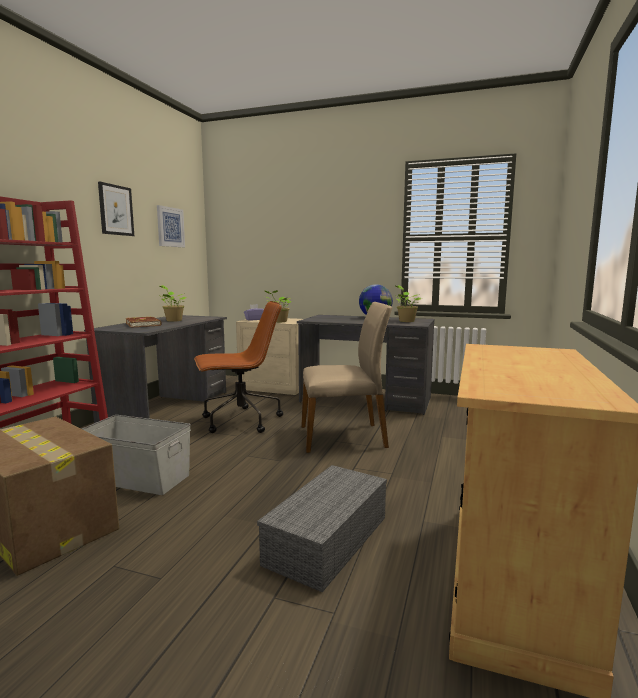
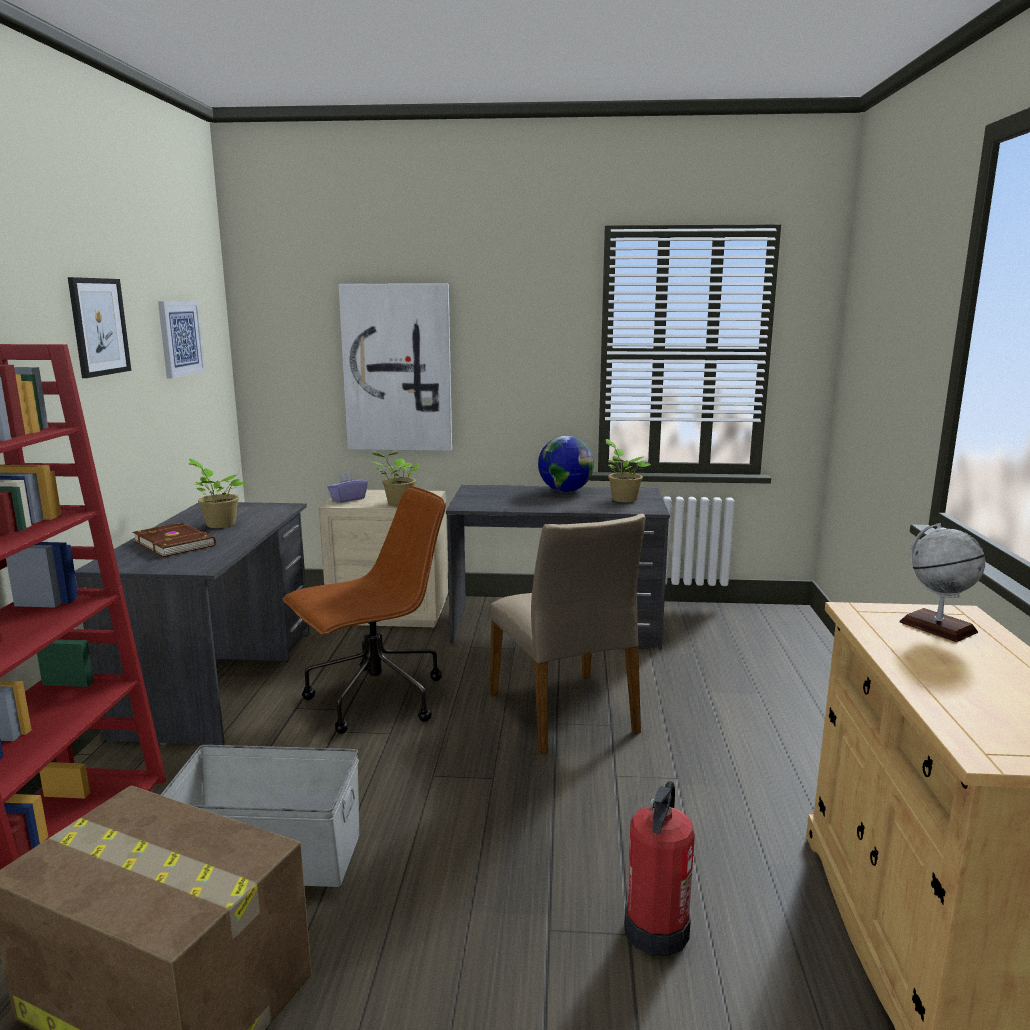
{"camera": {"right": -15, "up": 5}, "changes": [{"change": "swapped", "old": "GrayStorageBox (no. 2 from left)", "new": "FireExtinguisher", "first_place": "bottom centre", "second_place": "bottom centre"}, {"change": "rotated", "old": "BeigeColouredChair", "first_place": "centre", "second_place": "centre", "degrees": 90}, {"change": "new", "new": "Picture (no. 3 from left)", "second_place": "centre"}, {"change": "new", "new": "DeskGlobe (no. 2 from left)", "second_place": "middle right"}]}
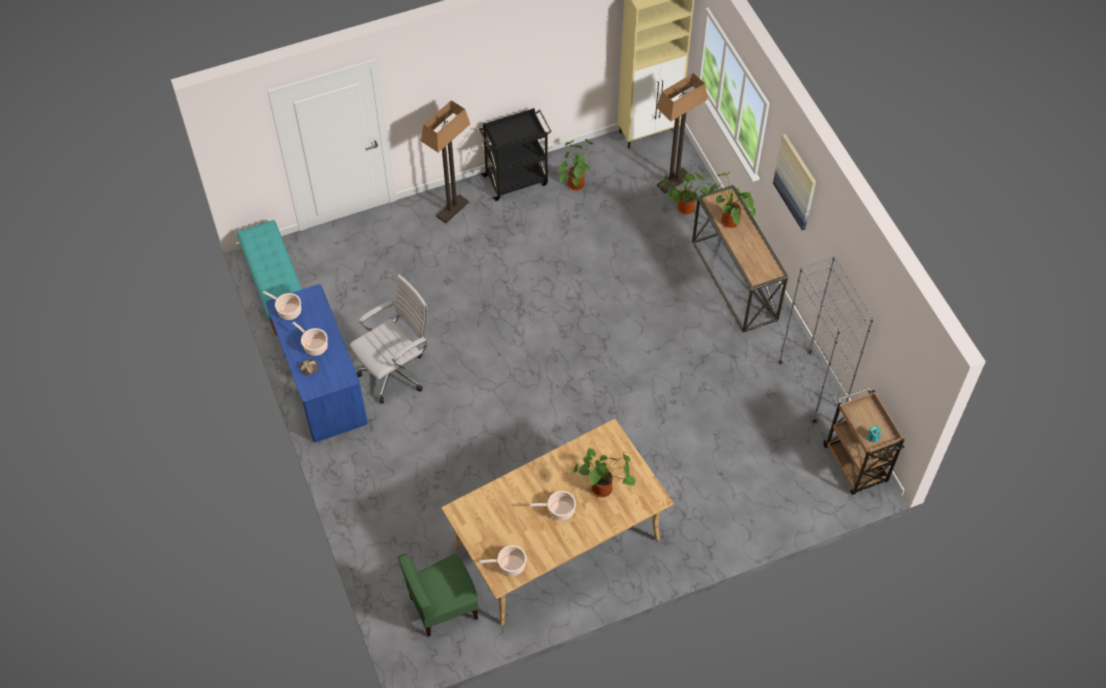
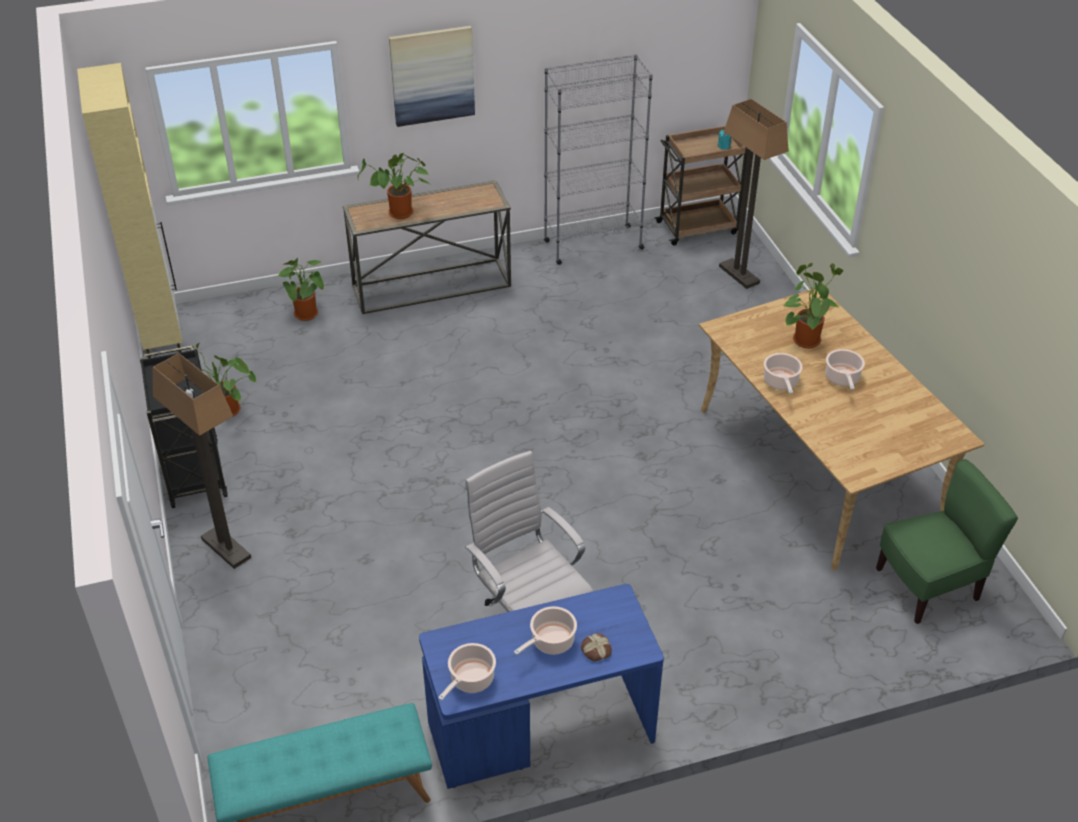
{"camera": {"right": -85, "up": -15}, "changes": [{"change": "rotated", "old": "GreenChair", "first_place": "bottom centre", "second_place": "middle right", "degrees": -90}, {"change": "shifted", "old": "Stockpot (no. 3 from left)", "first_place": "bottom centre", "second_place": "middle right"}, {"change": "shifted", "old": "StandardLamp (no. 2 from left)", "first_place": "top centre", "second_place": "top right"}]}
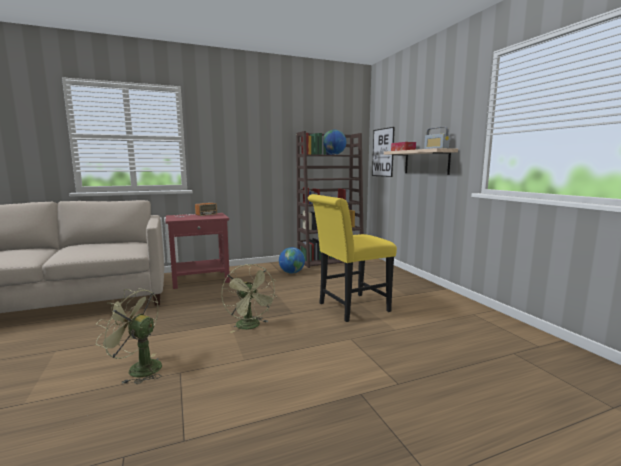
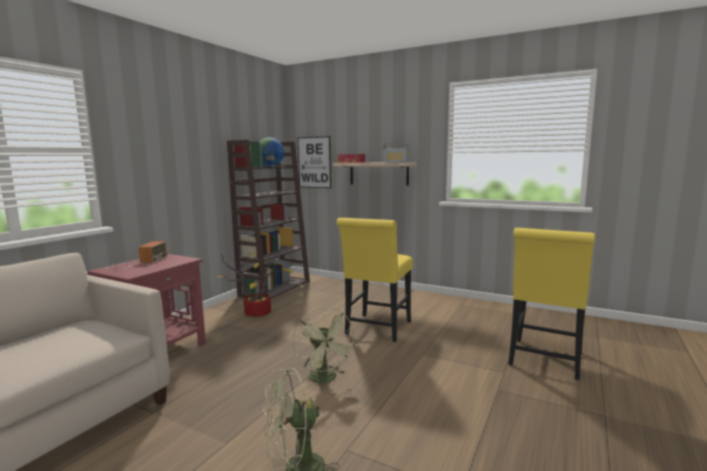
{"camera": {"right": -40, "up": 0}, "changes": [{"change": "rotated", "old": "GreenFan (no. 2 from left)", "first_place": "centre", "second_place": "bottom centre", "degrees": 45}, {"change": "swapped", "old": "DeskGlobe (no. 1 from left)", "new": "PottedPlant", "first_place": "centre", "second_place": "centre"}, {"change": "new", "new": "YellowChair (no. 2 from left)", "second_place": "middle right"}]}
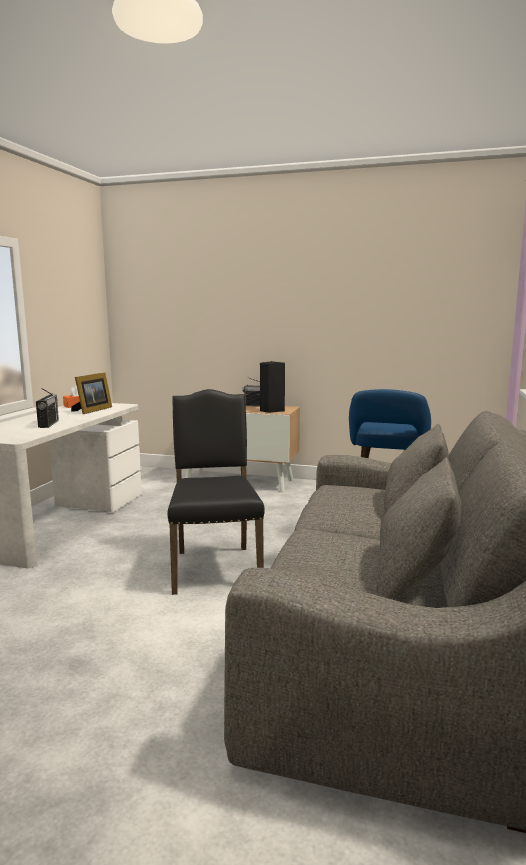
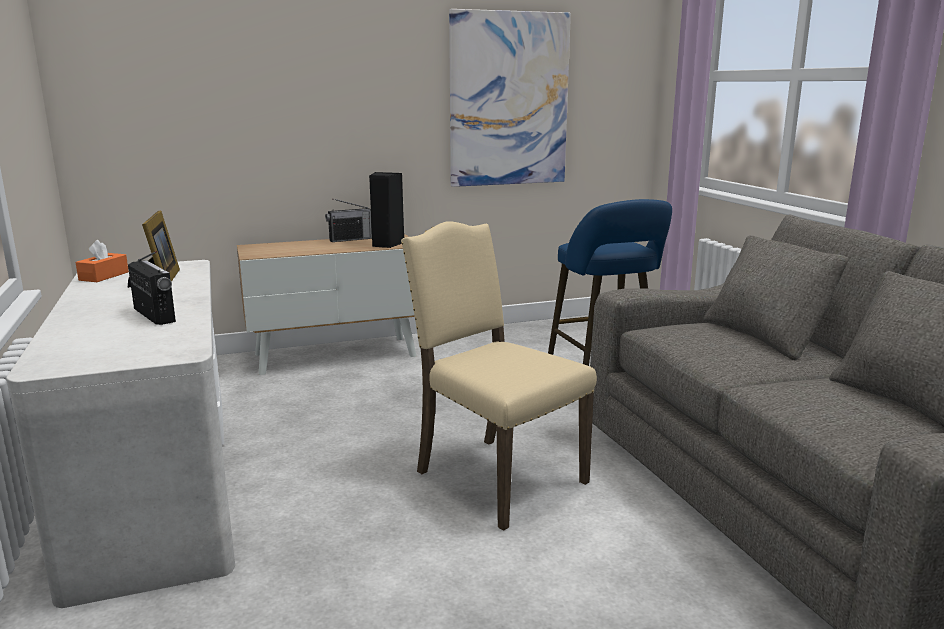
{"camera": {"right": -35, "up": 5}, "changes": [{"change": "repainted", "old": "BlackColouredChair", "new": "BeigeColouredChair", "first_place": "centre", "second_place": "centre"}, {"change": "new", "new": "Picture", "second_place": "top centre"}]}
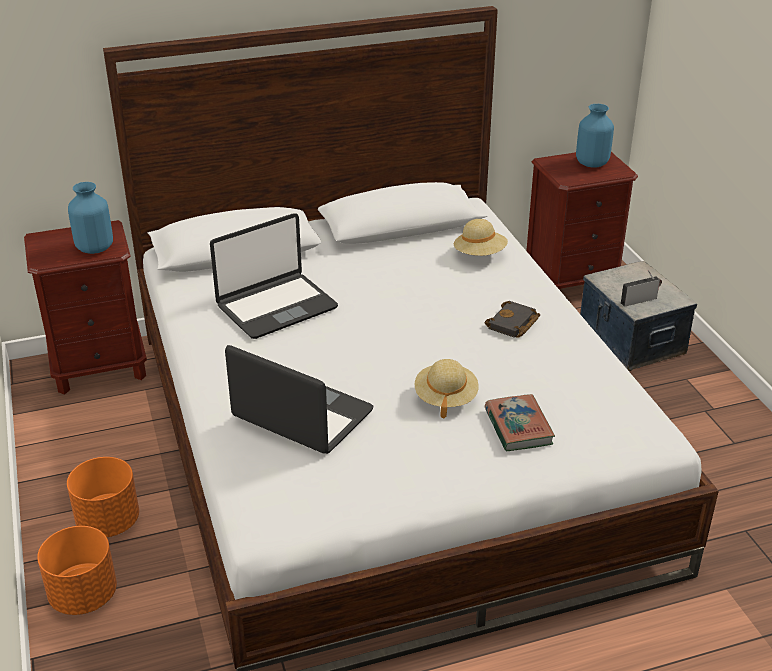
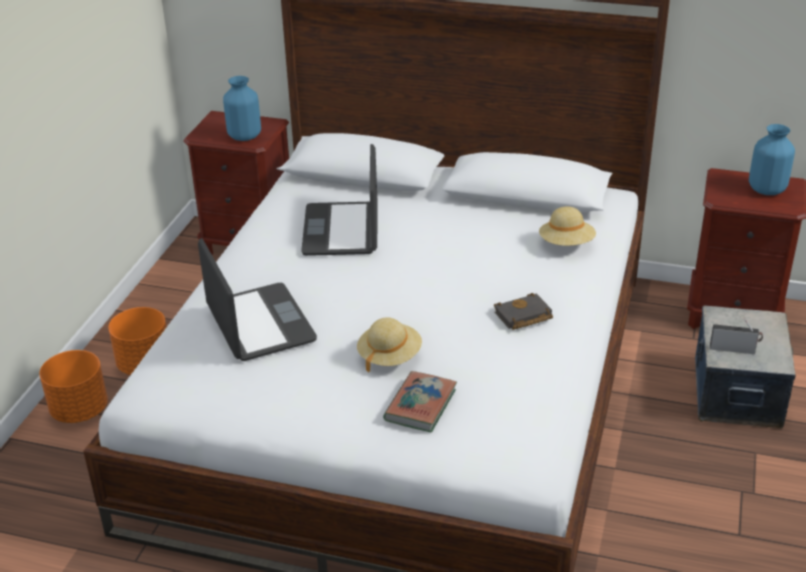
{"camera": {"right": 35, "up": 0}, "changes": [{"change": "rotated", "old": "PortableComputer (no. 1 from left in the first image)", "first_place": "centre", "second_place": "centre", "degrees": 90}]}
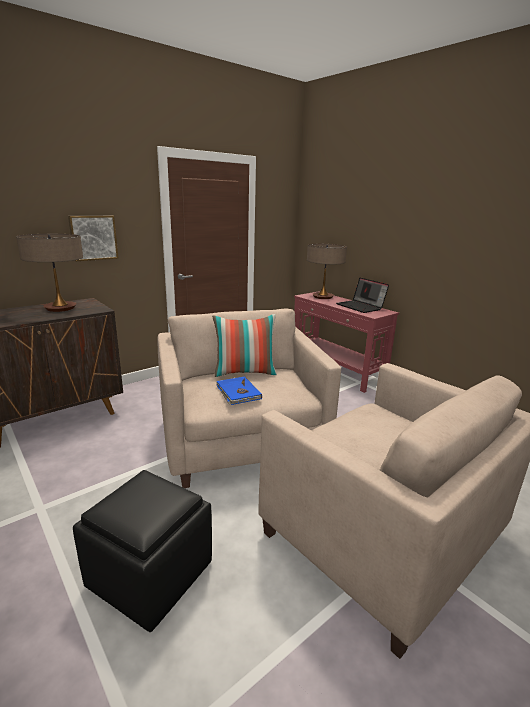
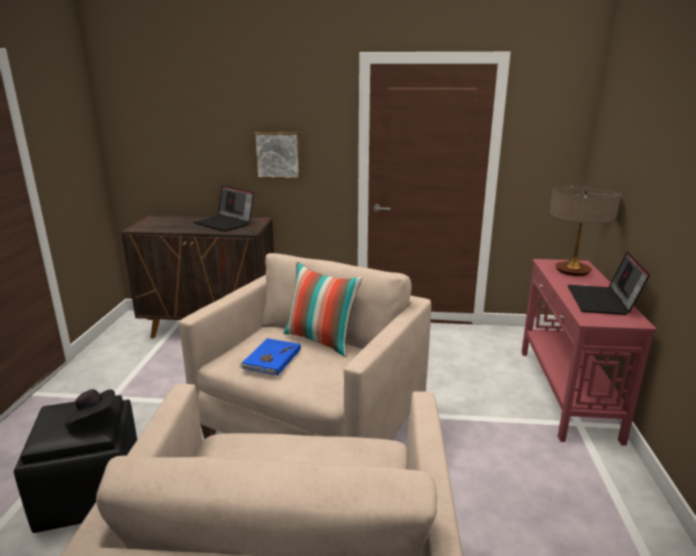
{"camera": {"right": 45, "up": 0}, "changes": [{"change": "swapped", "old": "LampForATable (no. 1 from left)", "new": "PortableComputer (no. 1 from left)", "first_place": "middle left", "second_place": "middle left"}, {"change": "new", "new": "BlackColouredWearableHat", "second_place": "bottom left"}]}
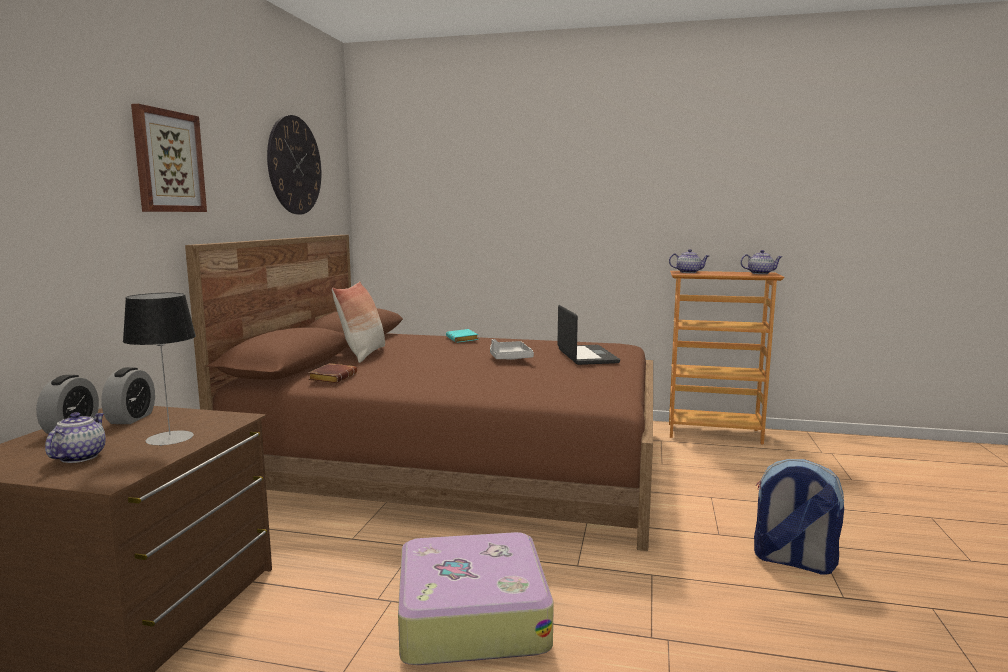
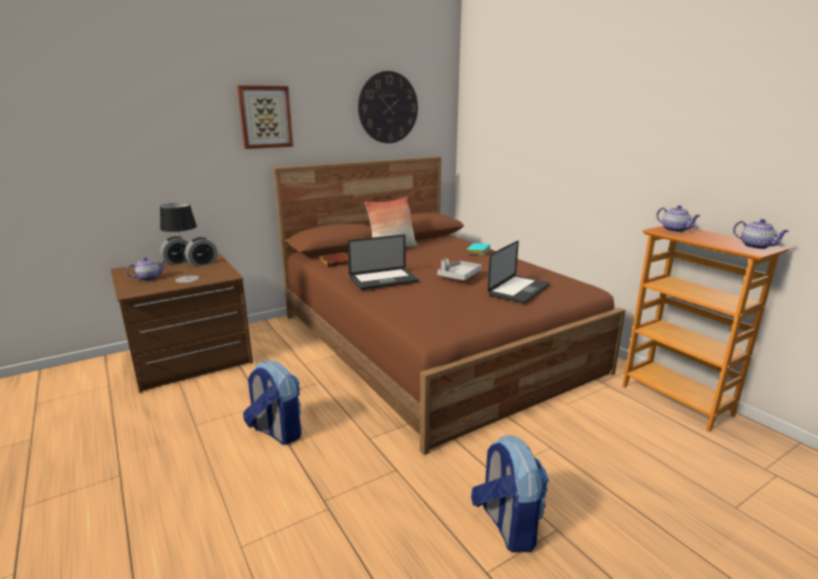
{"camera": {"right": 45, "up": 10}, "changes": [{"change": "swapped", "old": "TravelCase", "new": "Knapsack (no. 1 from left)", "first_place": "bottom centre", "second_place": "bottom left"}, {"change": "new", "new": "PortableComputer (no. 1 from left)", "second_place": "centre"}]}
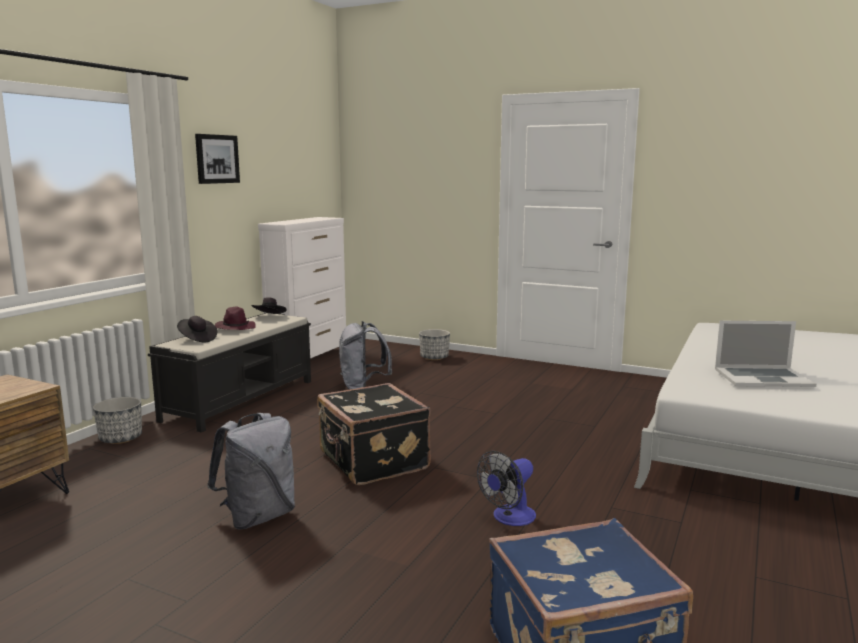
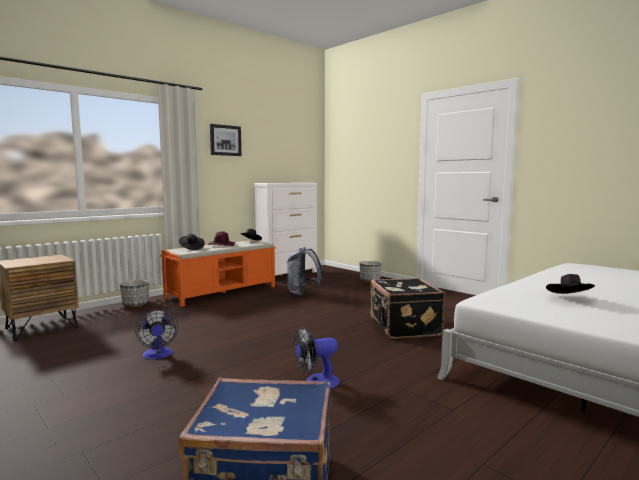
{"camera": {"right": 20, "up": -5}, "changes": [{"change": "repainted", "old": "BlackColouredLongSeat", "new": "OrangeyLongSeat", "first_place": "middle left", "second_place": "centre"}, {"change": "swapped", "old": "GrayKnapsack (no. 1 from left)", "new": "Fan (no. 1 from left)", "first_place": "bottom left", "second_place": "bottom left"}, {"change": "shifted", "old": "BlackColouredTravelCase", "first_place": "bottom centre", "second_place": "centre"}, {"change": "swapped", "old": "PortableComputer", "new": "BlackColouredWearableHat (no. 3 from left)", "first_place": "middle right", "second_place": "middle right"}]}
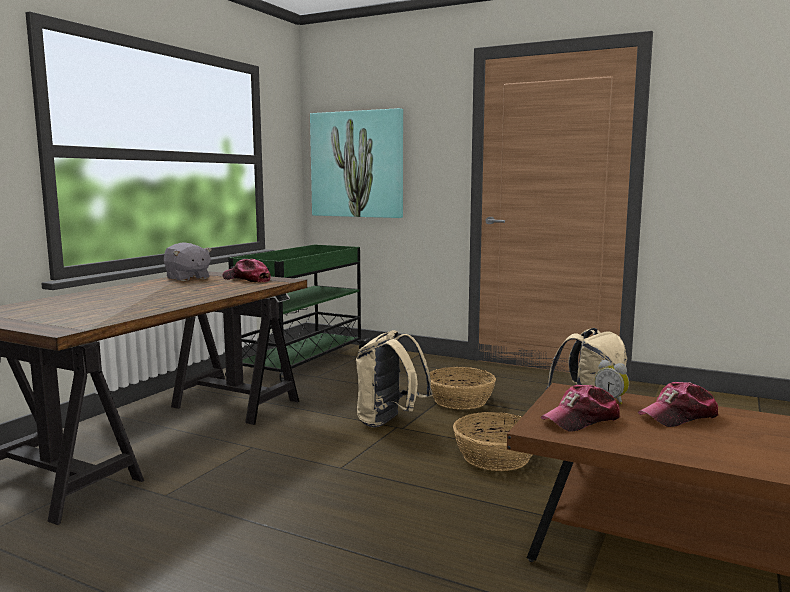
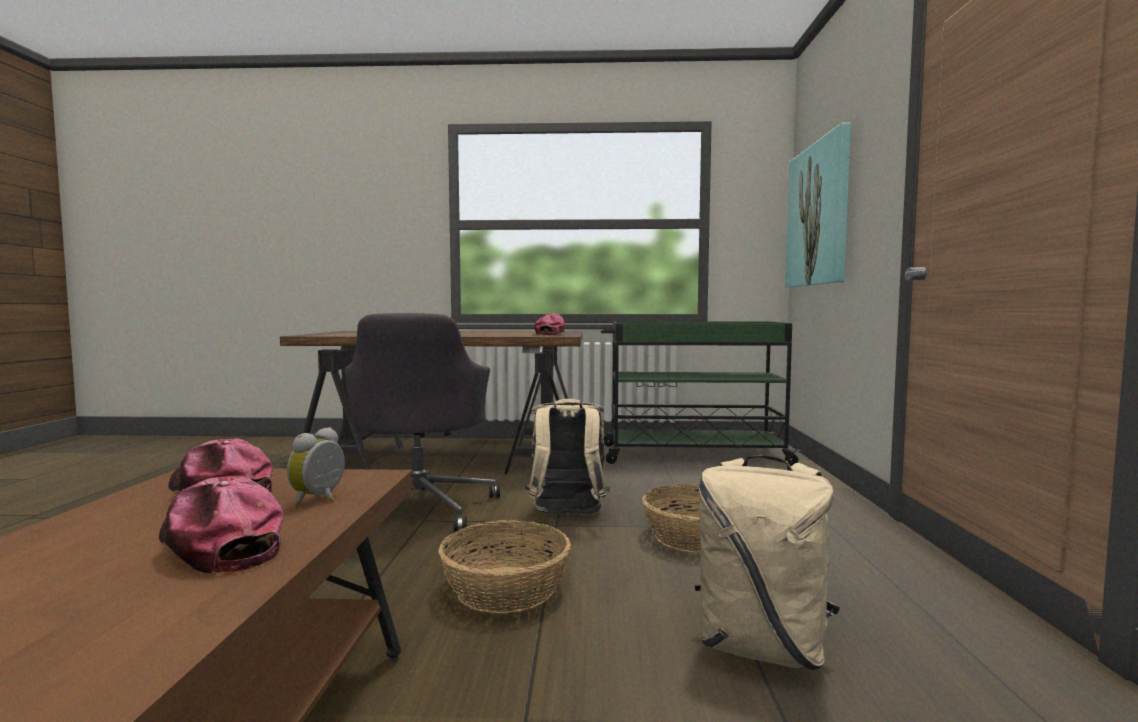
{"camera": {"right": 65, "up": -5}, "changes": [{"change": "gone", "old": "GraySoftToy", "first_place": "middle left"}, {"change": "new", "new": "GrayDeskChair", "second_place": "centre"}]}
